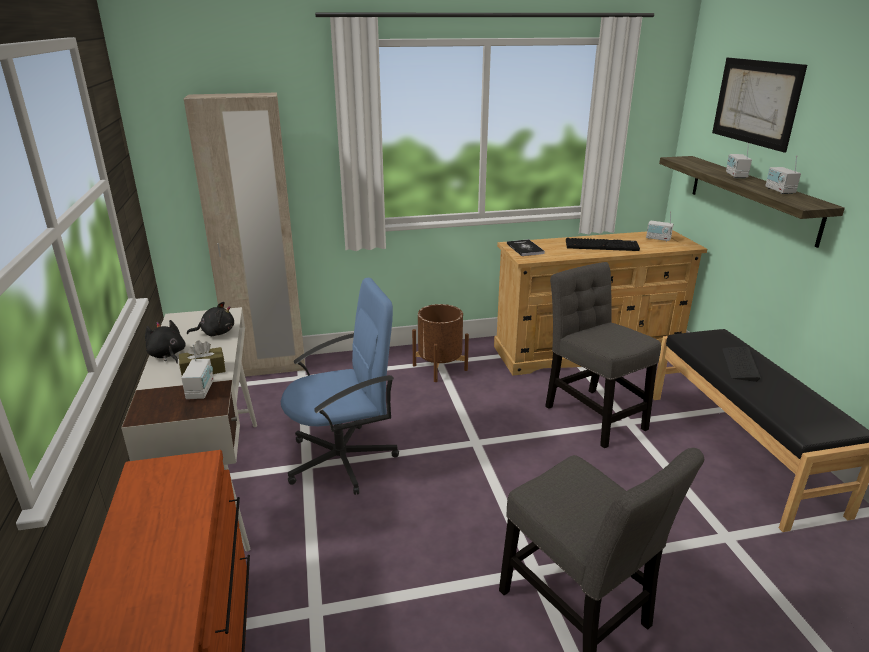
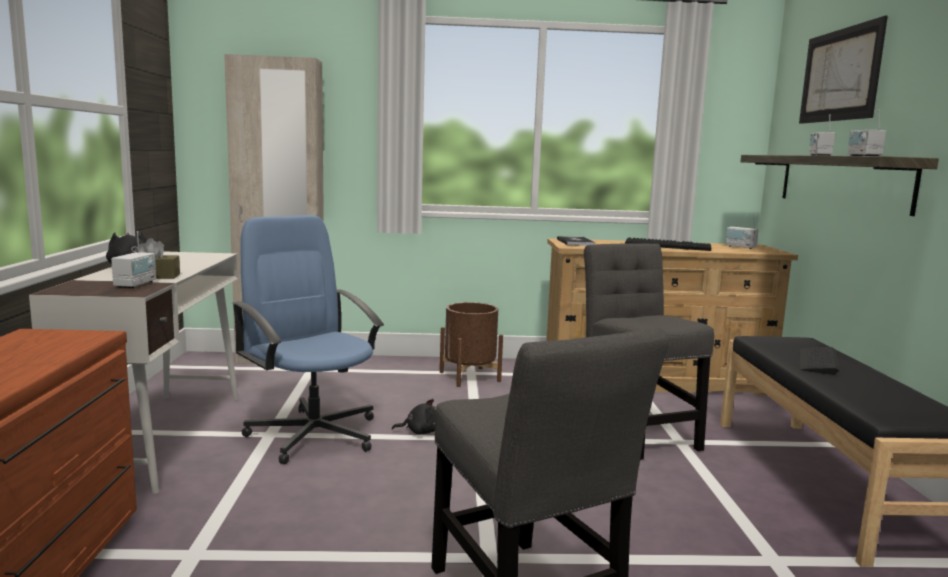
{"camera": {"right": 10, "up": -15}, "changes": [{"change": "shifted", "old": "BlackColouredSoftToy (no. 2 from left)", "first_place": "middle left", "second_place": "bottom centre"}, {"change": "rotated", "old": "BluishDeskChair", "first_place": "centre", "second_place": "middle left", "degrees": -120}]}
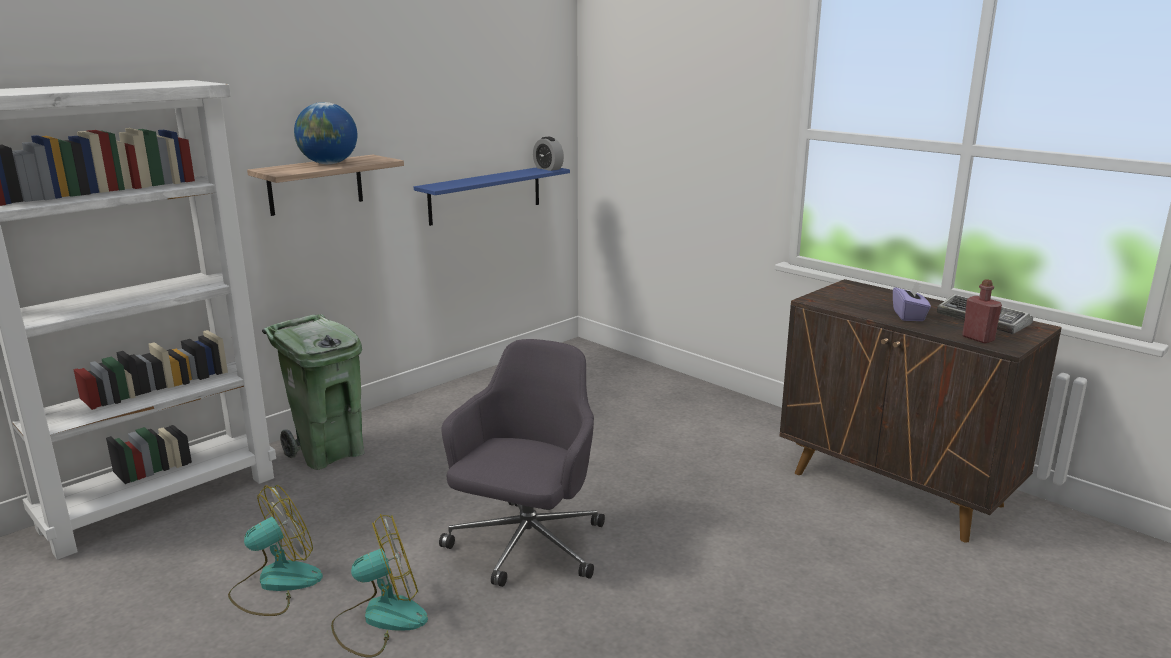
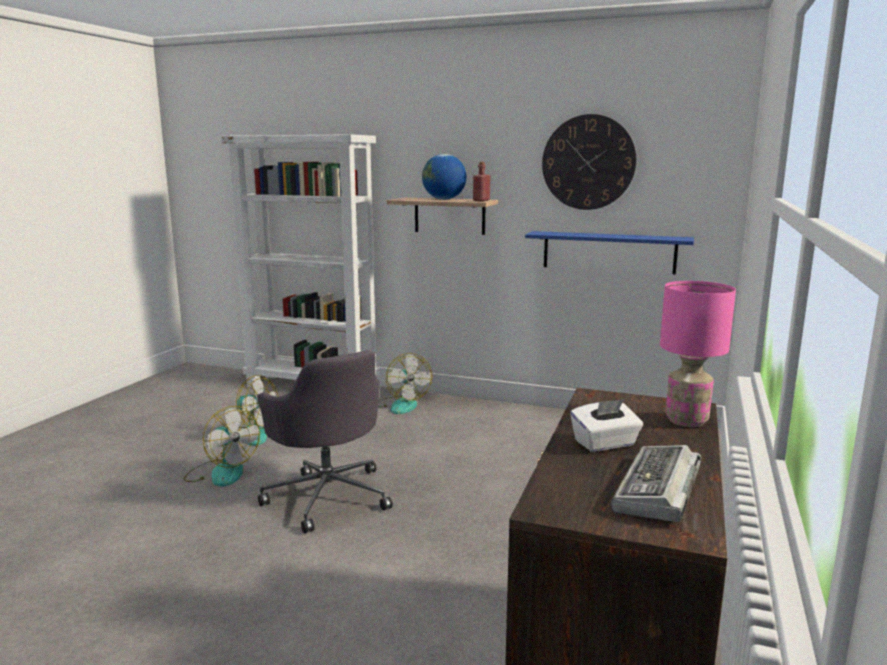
{"camera": {"right": 65, "up": -5}, "changes": [{"change": "swapped", "old": "GreenRubbishBin", "new": "Fan (no. 3 from left)", "first_place": "middle left", "second_place": "centre"}, {"change": "rotated", "old": "GrayDeskChair", "first_place": "bottom centre", "second_place": "centre", "degrees": 60}, {"change": "gone", "old": "BedsideClock", "first_place": "top centre"}, {"change": "repainted", "old": "PurpleTissueBox", "new": "WhitishTissueBox", "first_place": "middle right", "second_place": "middle right"}, {"change": "shifted", "old": "RedBottle", "first_place": "middle right", "second_place": "top centre"}, {"change": "new", "new": "ClockOnTheWall", "second_place": "top centre"}, {"change": "new", "new": "PinkLampForATable", "second_place": "middle right"}]}
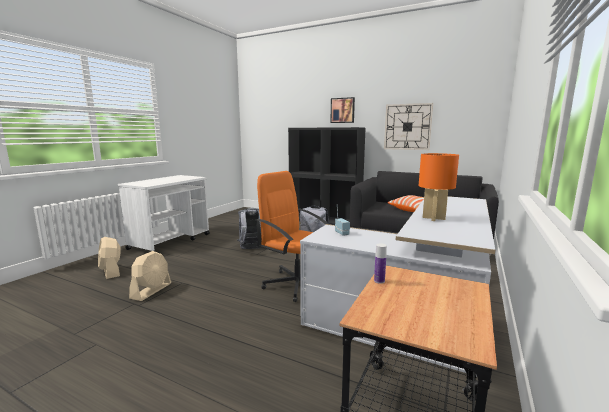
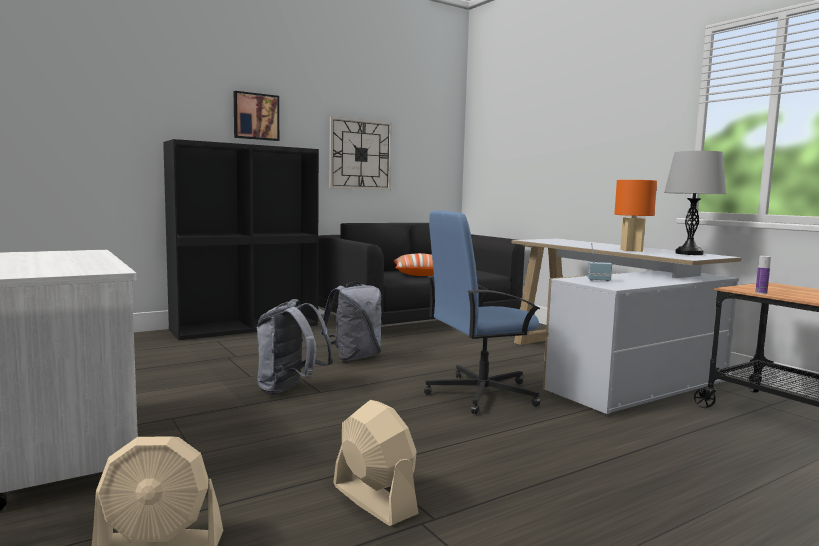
{"camera": {"right": -60, "up": -5}, "changes": [{"change": "repainted", "old": "OrangeyDeskChair", "new": "BluishDeskChair", "first_place": "centre", "second_place": "centre"}, {"change": "new", "new": "GrayLampForATable", "second_place": "middle right"}]}
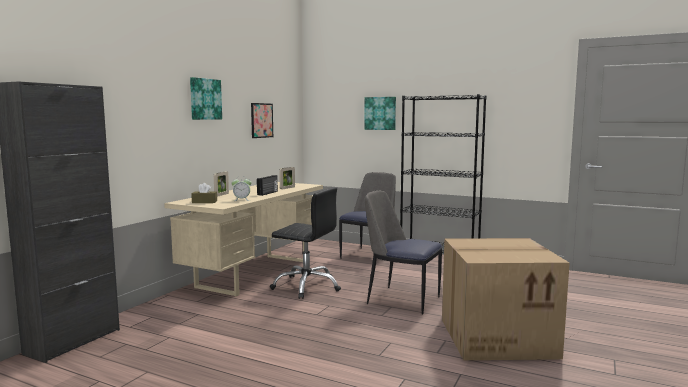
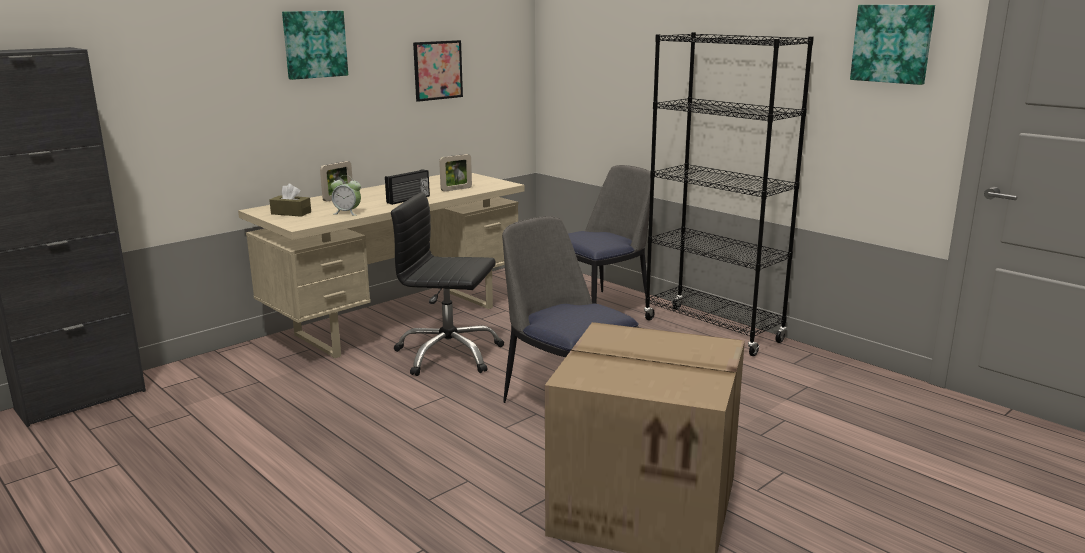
{"camera": {"right": 20, "up": 10}, "changes": [{"change": "rotated", "old": "BlackColouredDeskChair", "first_place": "centre", "second_place": "centre", "degrees": 150}, {"change": "shifted", "old": "Picture (no. 3 from left)", "first_place": "top centre", "second_place": "top right"}]}
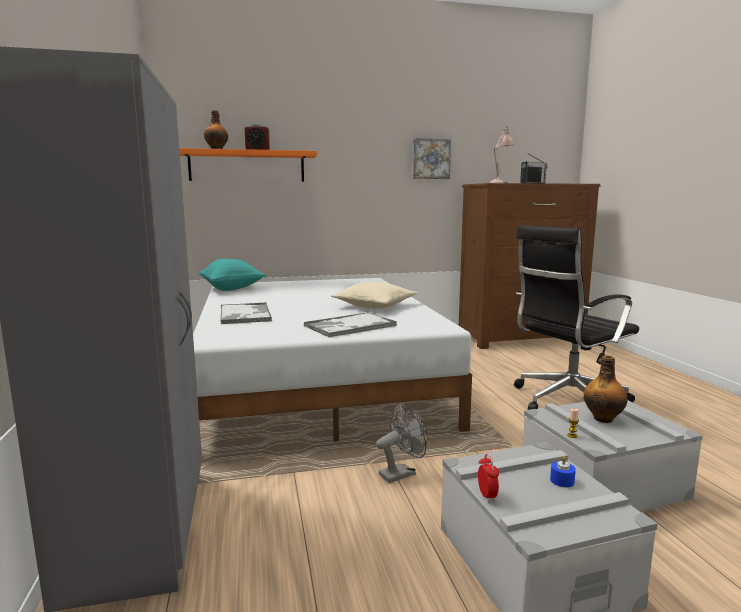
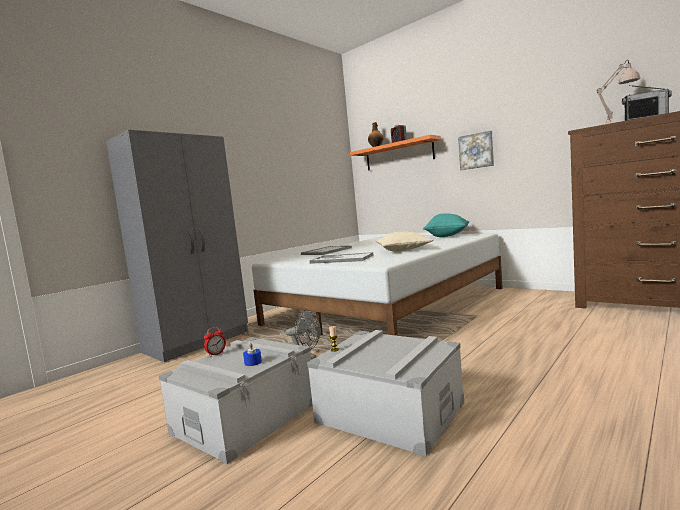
{"camera": {"right": 55, "up": -5}, "changes": [{"change": "shifted", "old": "BlueGreenPillow", "first_place": "middle left", "second_place": "centre"}, {"change": "shifted", "old": "Picture", "first_place": "top centre", "second_place": "top right"}, {"change": "gone", "old": "BlackColouredDeskChair", "first_place": "middle right"}, {"change": "gone", "old": "Bottle (no. 2 from left)", "first_place": "middle right"}]}
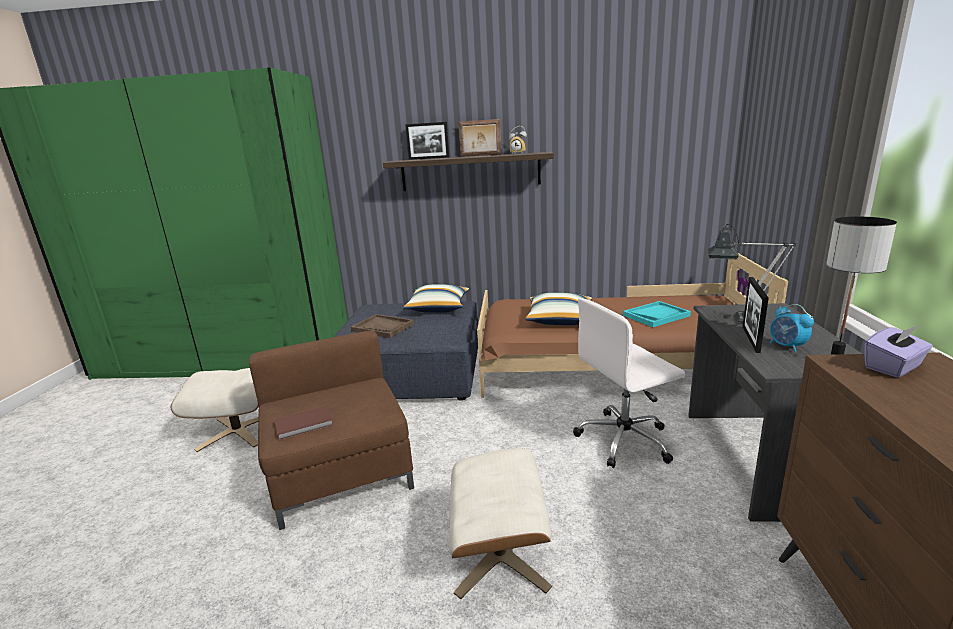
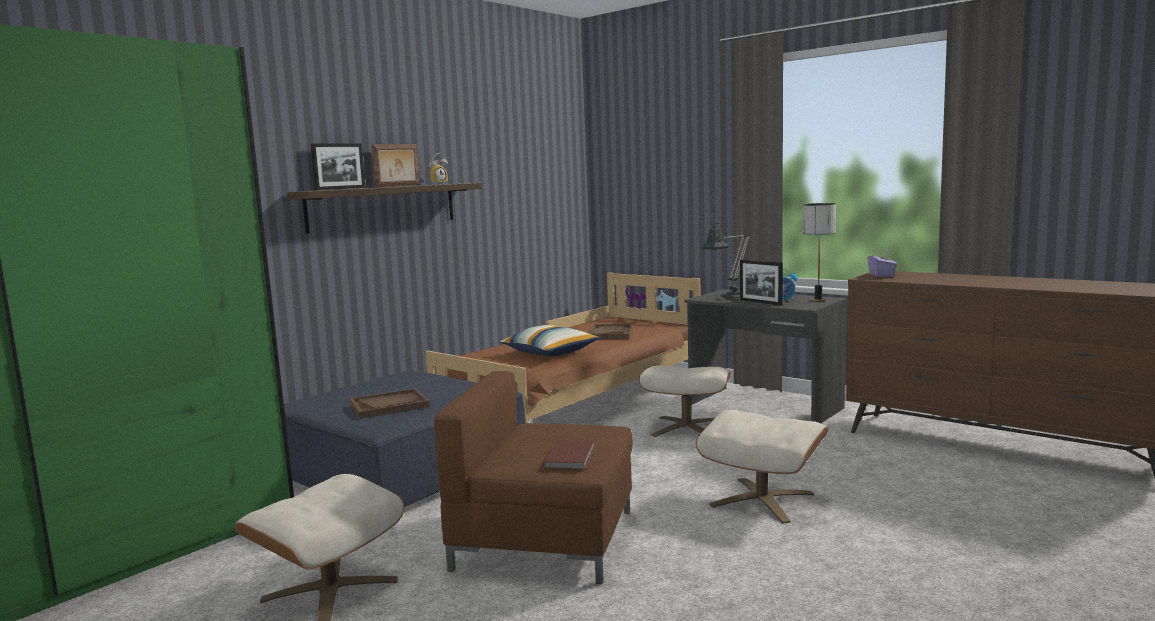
{"camera": {"right": -55, "up": -10}, "changes": [{"change": "gone", "old": "Pillow (no. 1 from left)", "first_place": "centre"}, {"change": "swapped", "old": "WhitishDeskChair", "new": "BeigeColouredFootrest (no. 2 from left)", "first_place": "centre", "second_place": "centre"}, {"change": "repainted", "old": "BlueGreenCarryingTray", "new": "BrownColouredCarryingTray (no. 2 from left)", "first_place": "middle right", "second_place": "centre"}]}
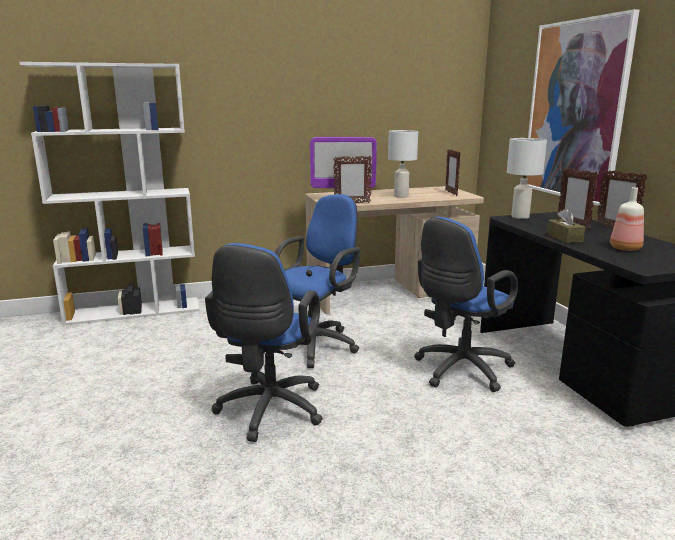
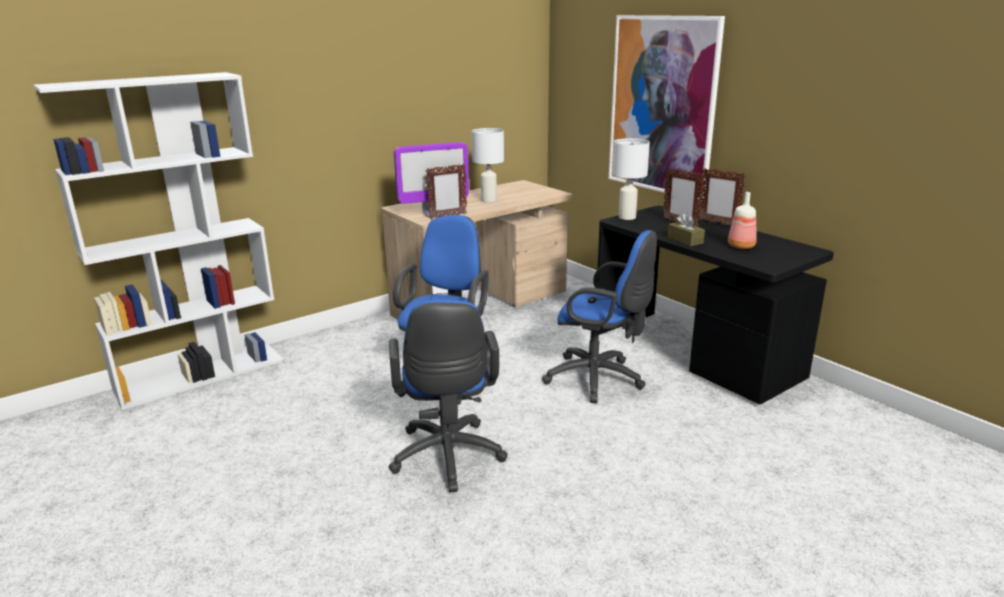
{"camera": {"right": -20, "up": 5}, "changes": [{"change": "rotated", "old": "BluishDeskChair (no. 3 from left)", "first_place": "middle right", "second_place": "centre", "degrees": -90}, {"change": "gone", "old": "PhotoFrame (no. 2 from left)", "first_place": "top right"}]}
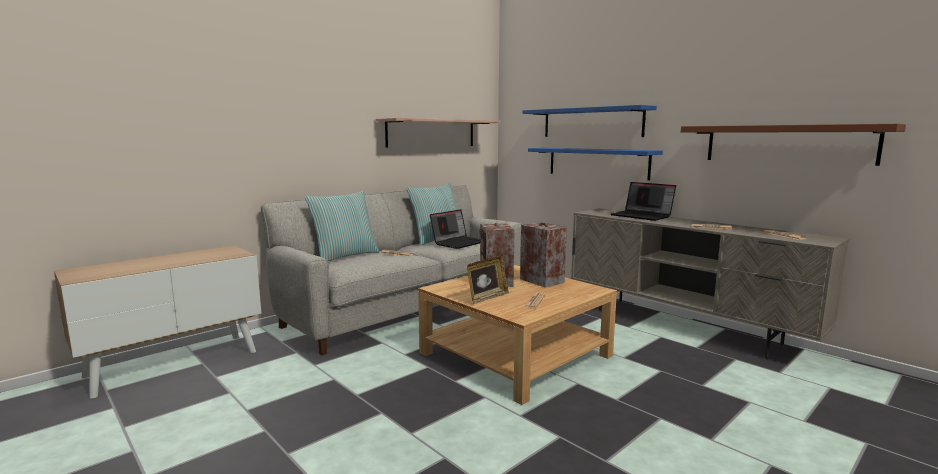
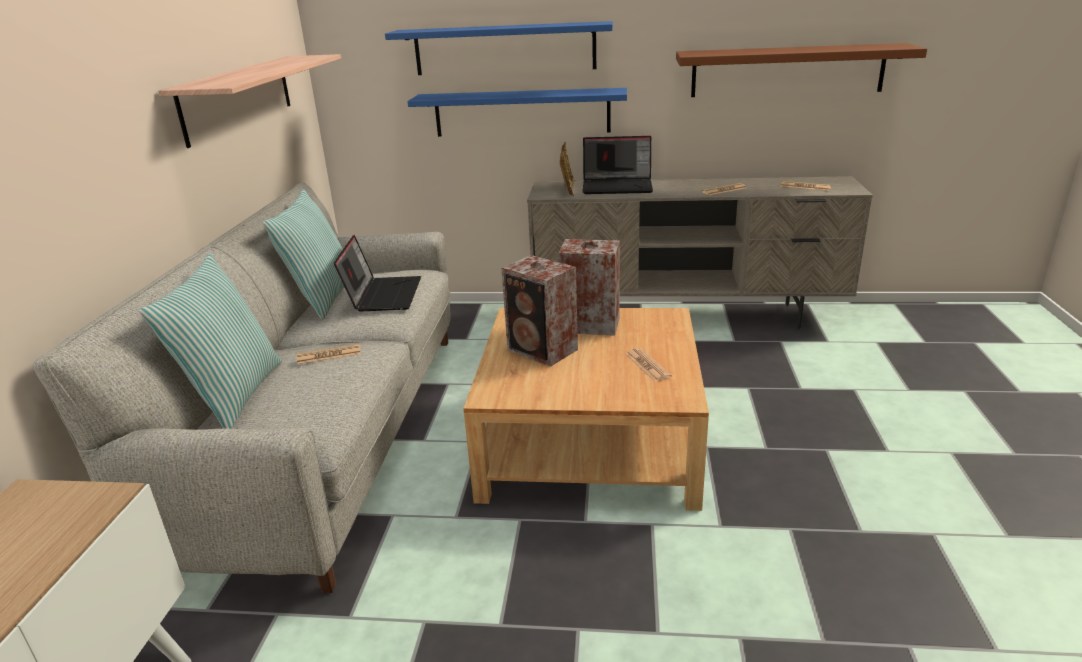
{"camera": {"right": -40, "up": 15}, "changes": [{"change": "shifted", "old": "PhotoFrame", "first_place": "centre", "second_place": "top centre"}]}
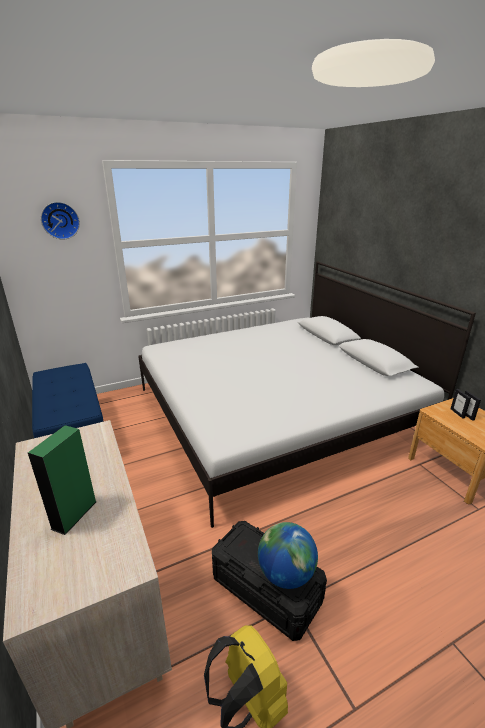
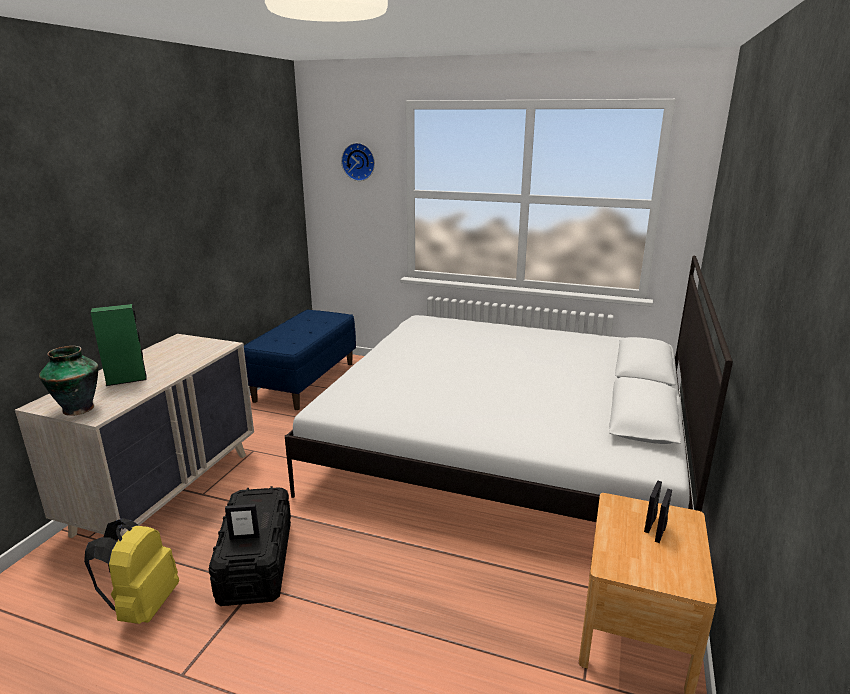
{"camera": {"right": 45, "up": -5}, "changes": [{"change": "swapped", "old": "DeskGlobe", "new": "PhotoFrame (no. 1 from left)", "first_place": "bottom centre", "second_place": "bottom left"}, {"change": "new", "new": "Vase", "second_place": "middle left"}]}
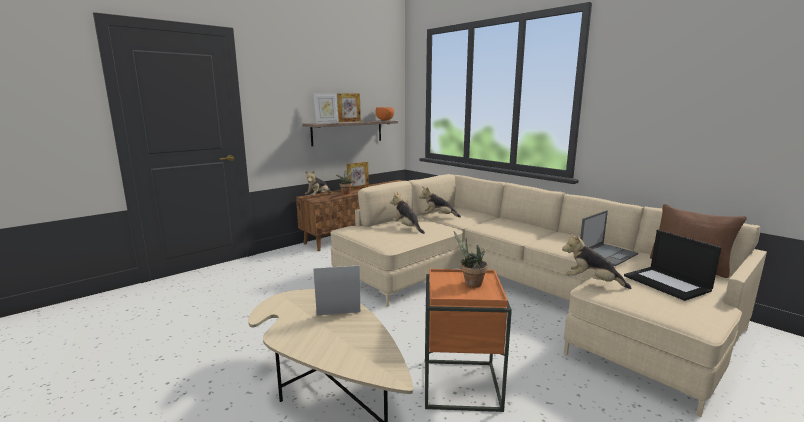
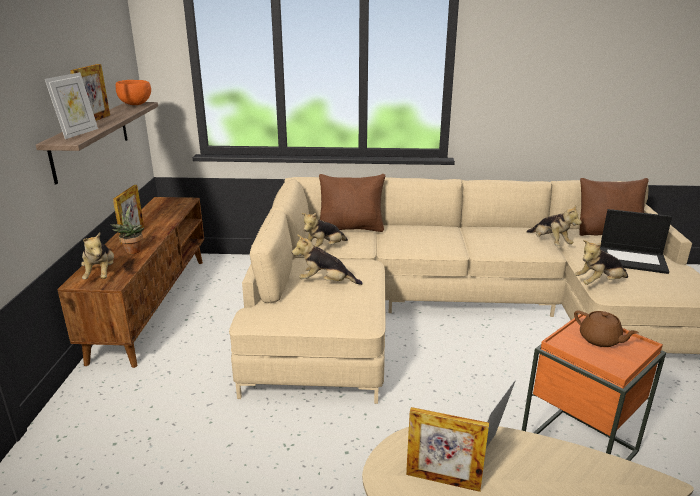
{"camera": {"right": -45, "up": 10}, "changes": [{"change": "swapped", "old": "PottedPlant (no. 2 from left)", "new": "BrownColouredTeaPot", "first_place": "centre", "second_place": "middle right"}, {"change": "swapped", "old": "PortableComputer (no. 1 from left)", "new": "SoftToy (no. 4 from left)", "first_place": "middle right", "second_place": "middle right"}, {"change": "new", "new": "BrownColouredPillow (no. 1 from left)", "second_place": "centre"}, {"change": "new", "new": "PhotoFrame (no. 4 from left)", "second_place": "bottom centre"}]}
